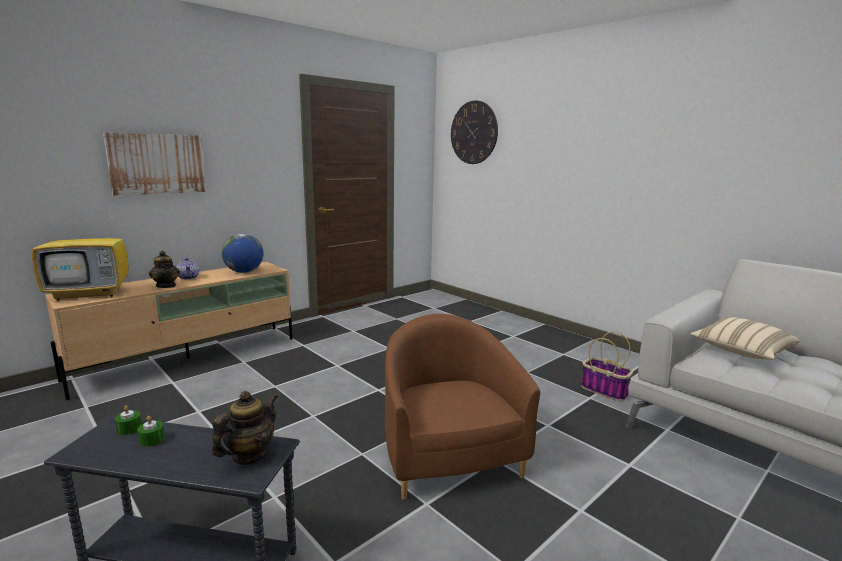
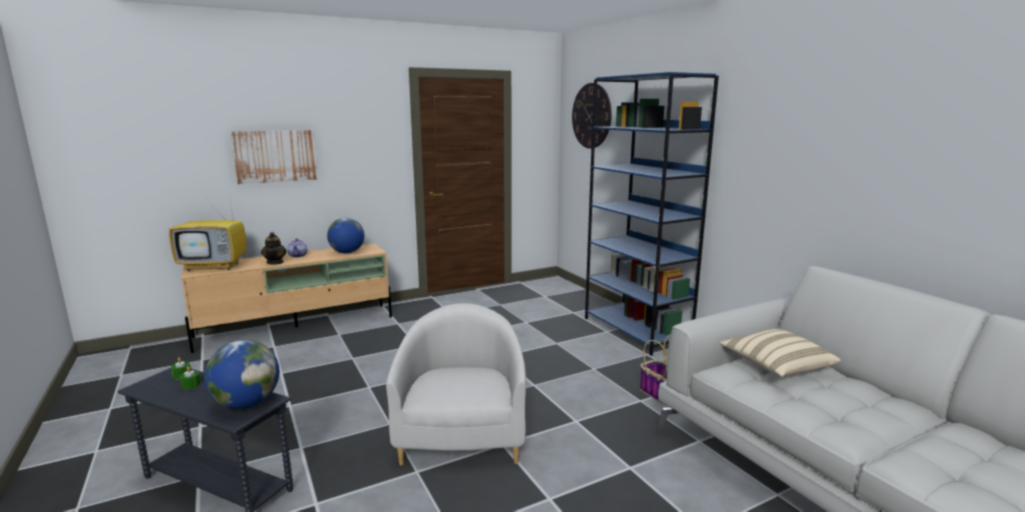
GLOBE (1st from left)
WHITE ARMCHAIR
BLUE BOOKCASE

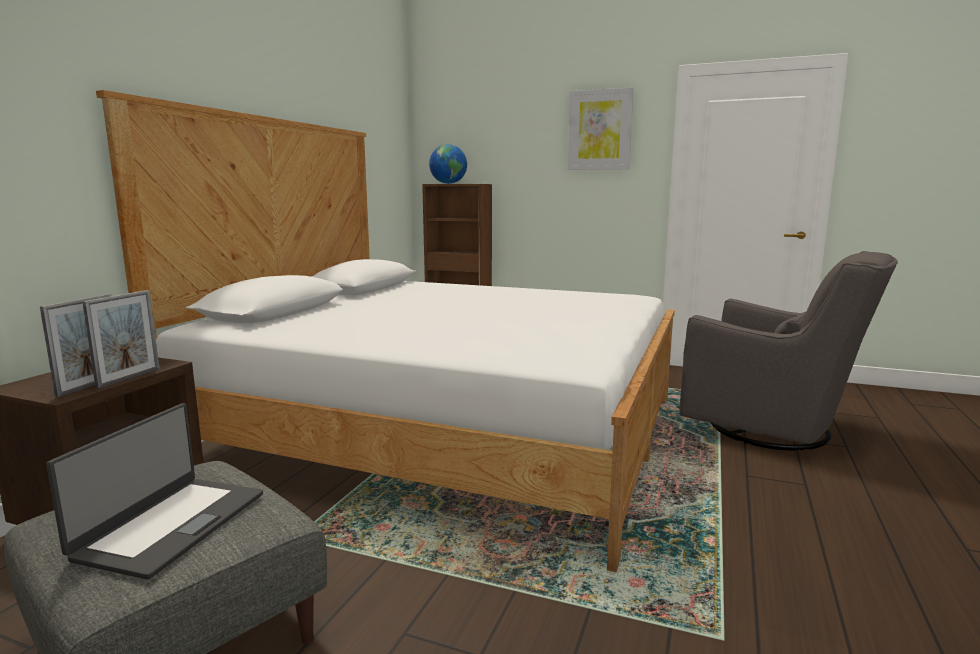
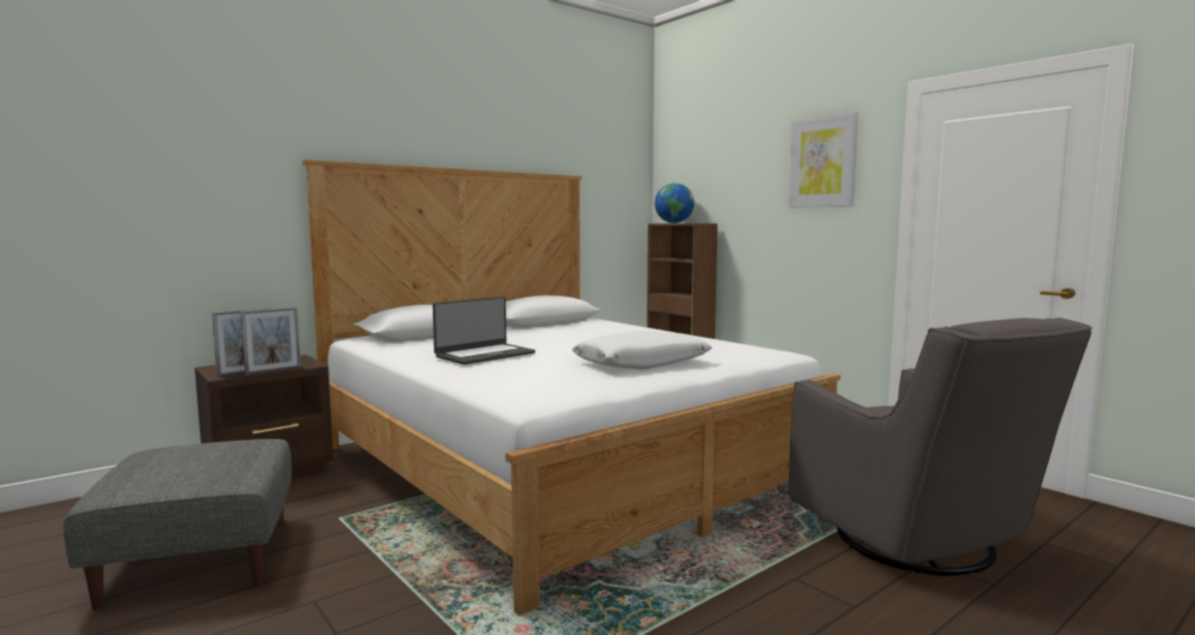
LAPTOP
WHITE PILLOW

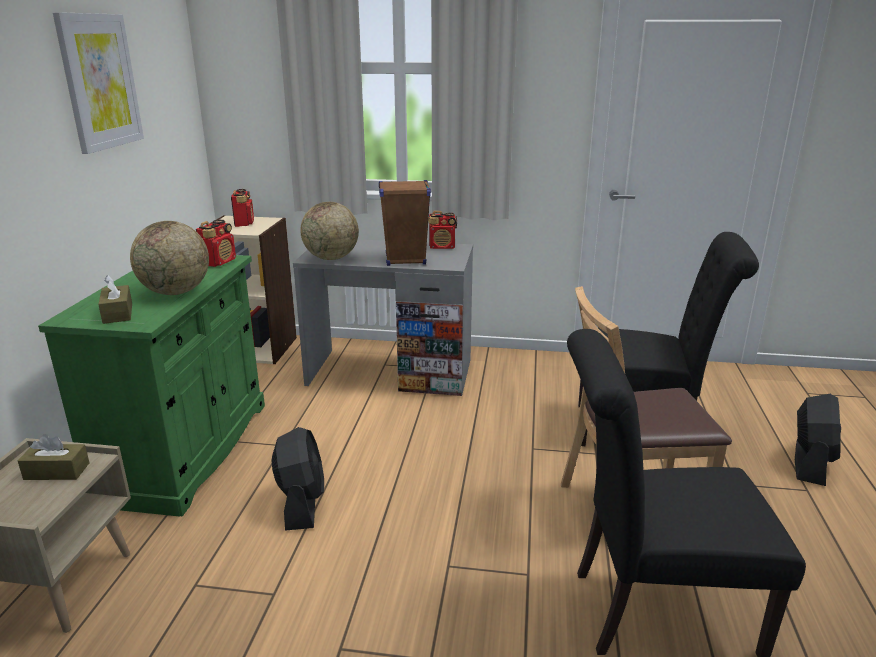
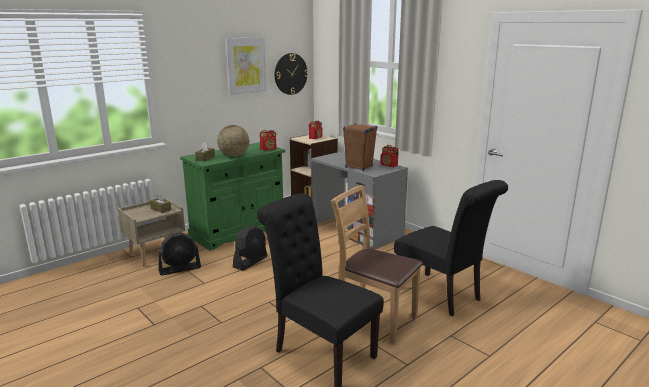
BLACK FAN (1st from left)
WALL CLOCK
GLOBE (2nd from left in the first image)

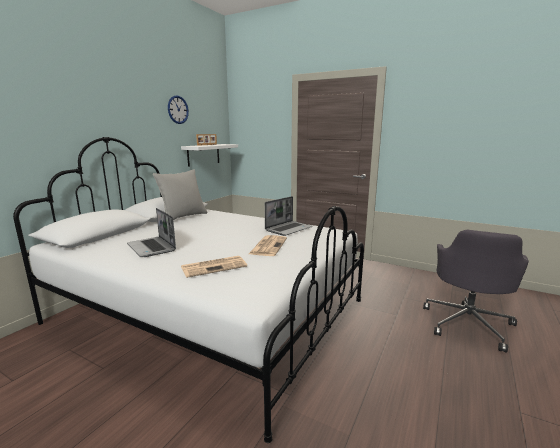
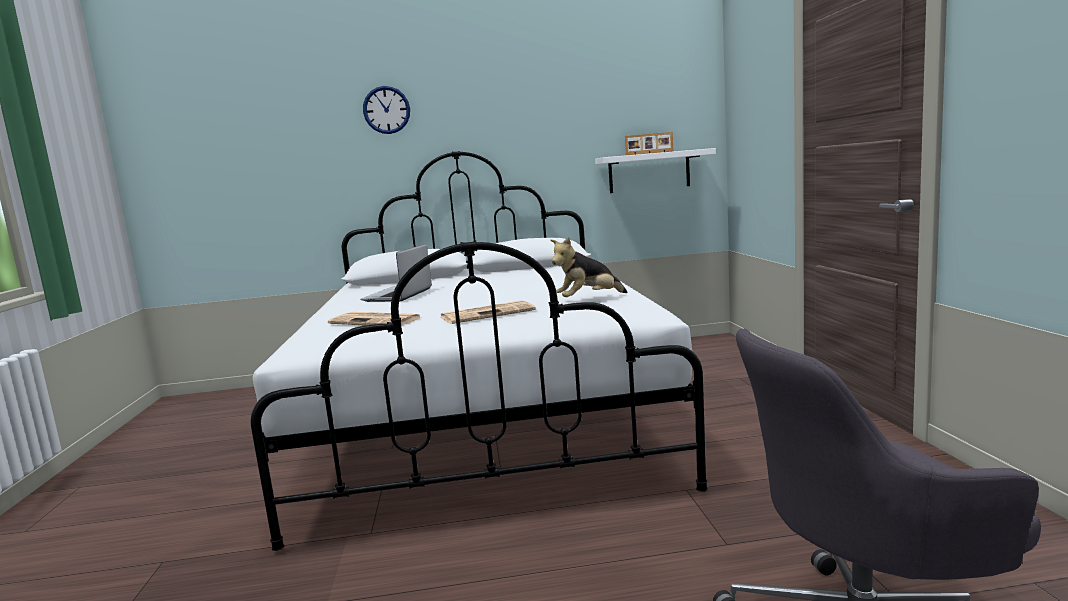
WALL CLOCK
PLUSH TOY
GREY PILLOW

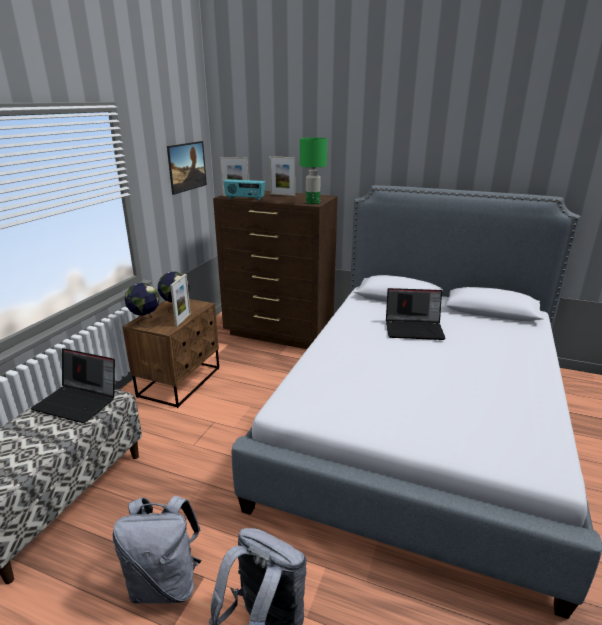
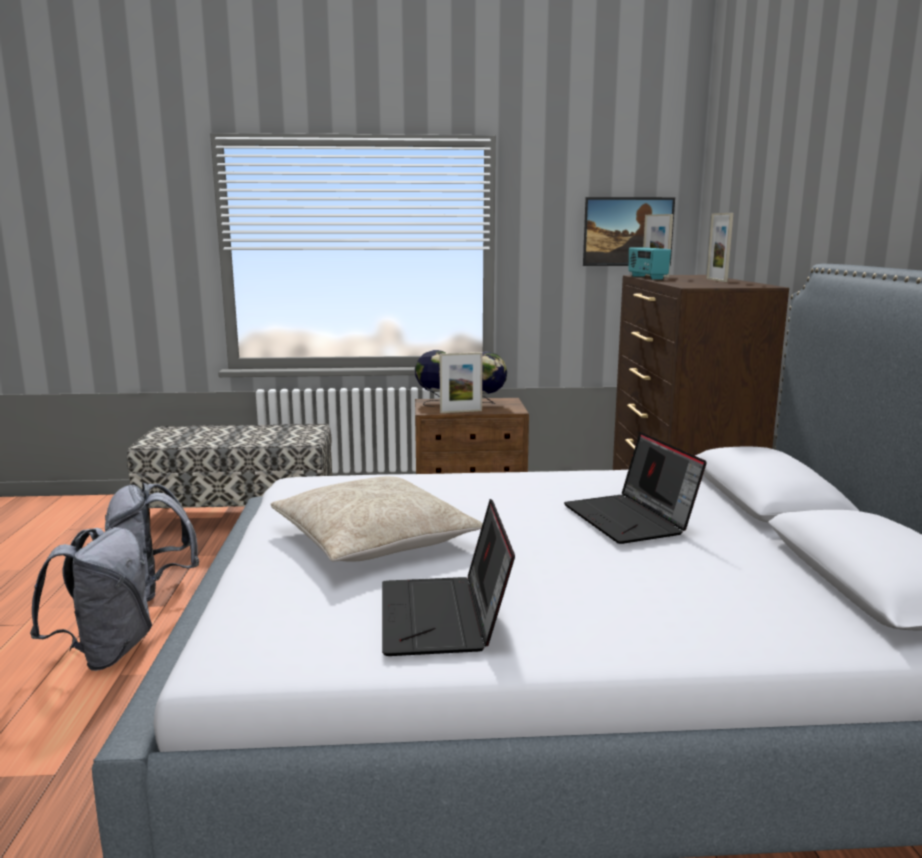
BEIGE PILLOW
LAPTOP (1st from left)
GREEN TABLE LAMP

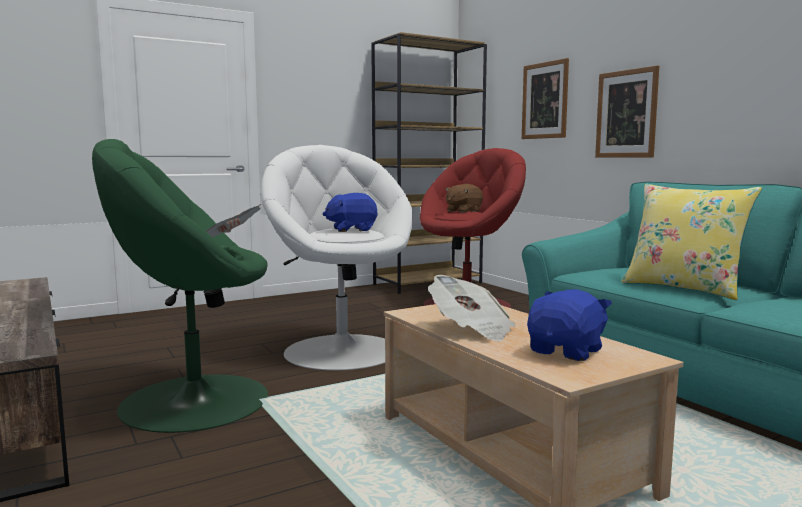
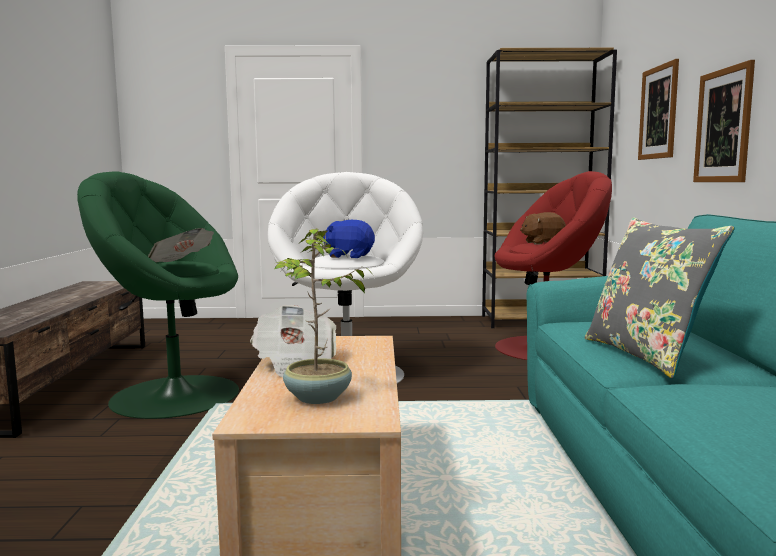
POTTED PLANT
GREY PILLOW

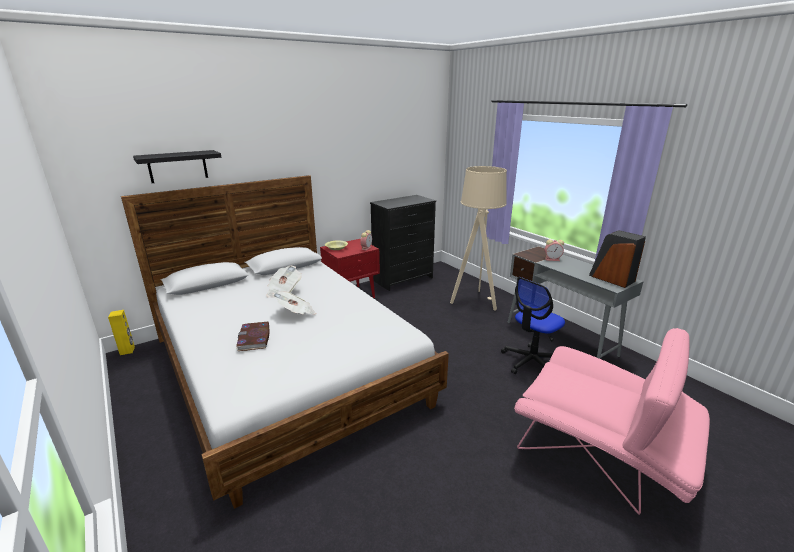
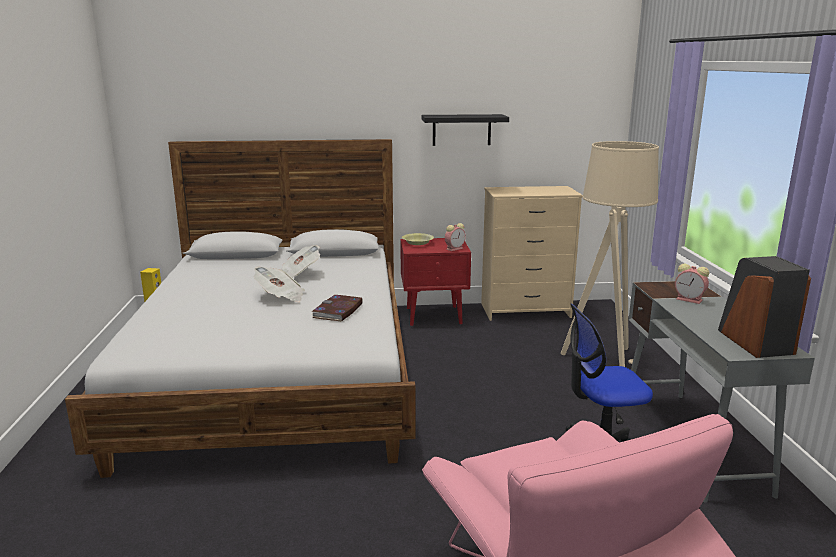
BOOK
BLACK SHELF
BEIGE DRESSER

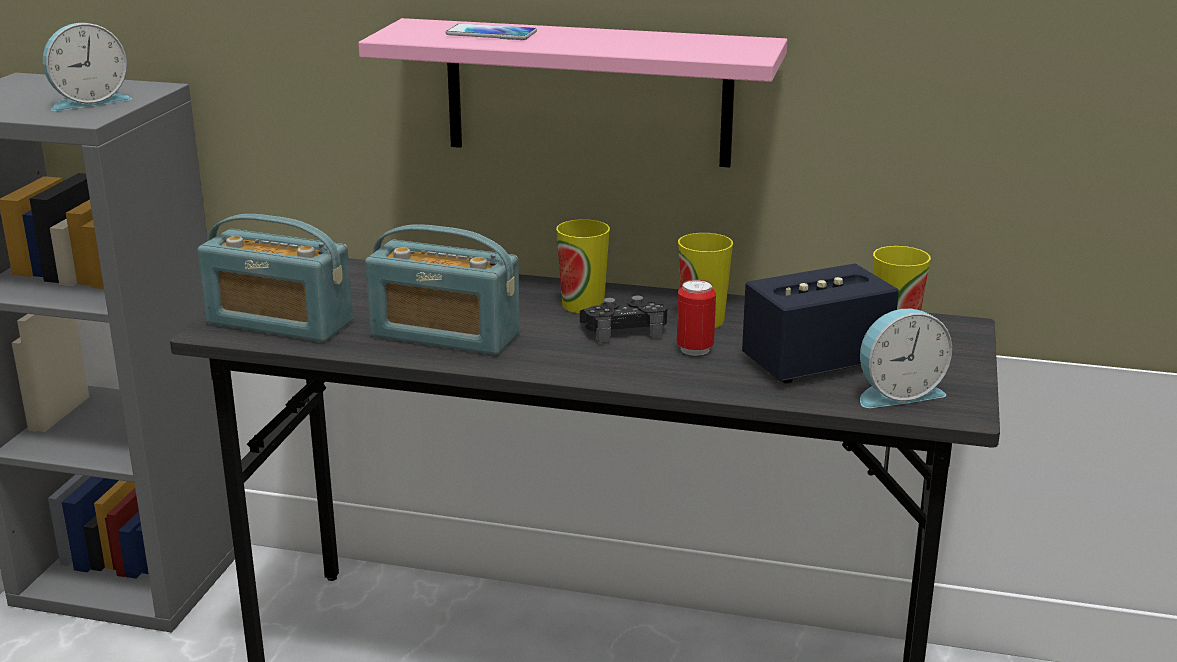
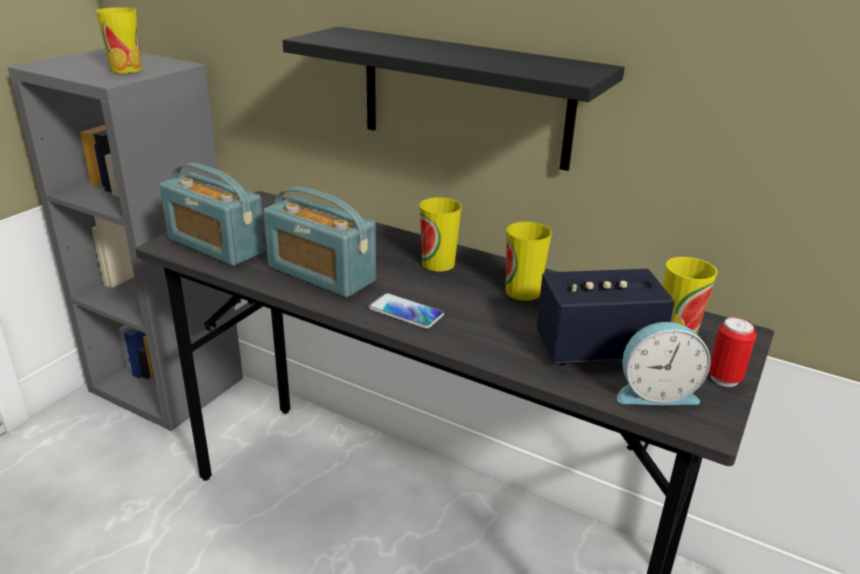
CUP (1st from left)
BLACK SHELF
PHONE
CAN
BLACK GAME CONTROLLER

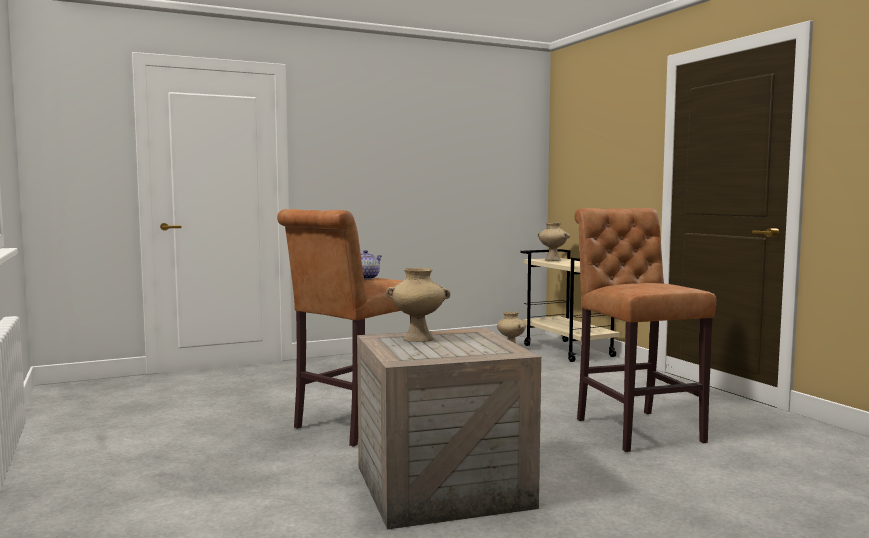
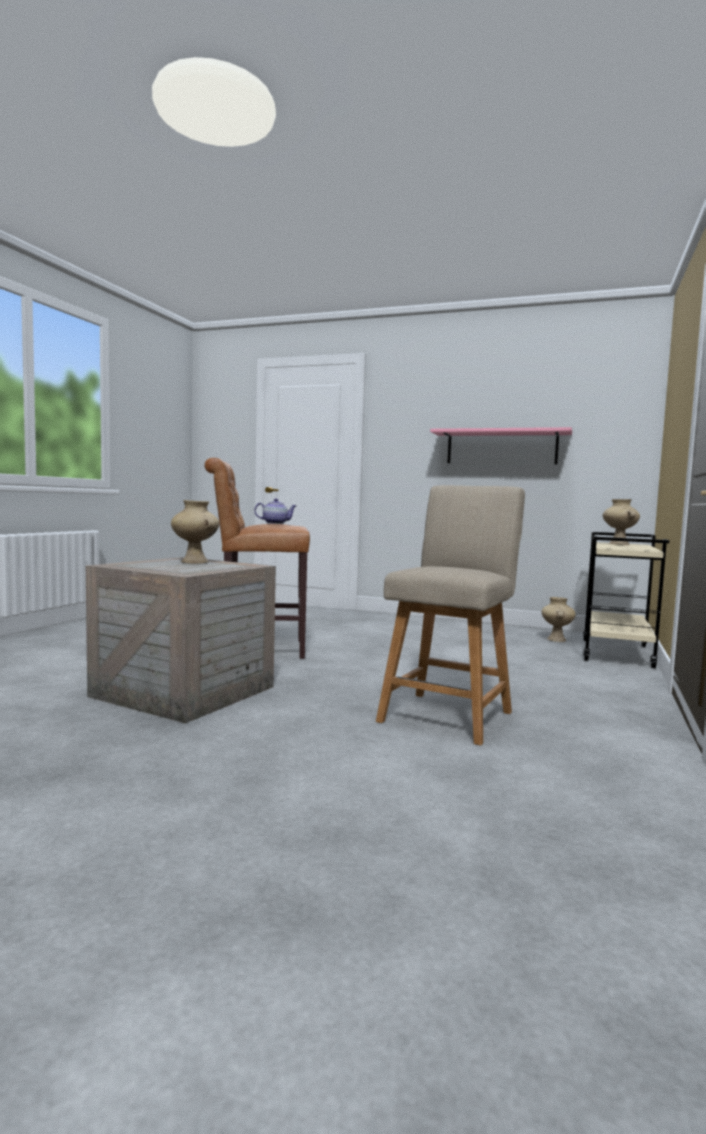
BEIGE CHAIR
PINK SHELF

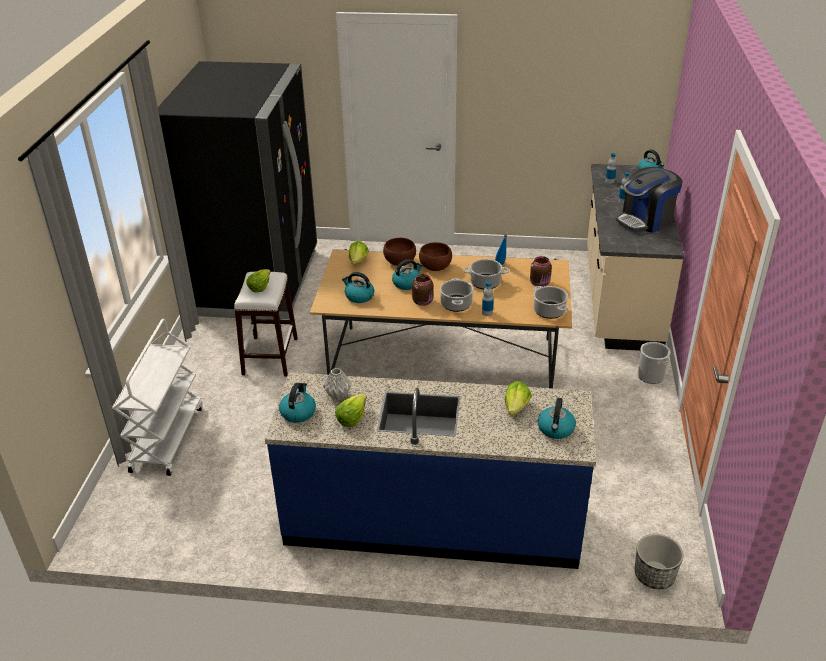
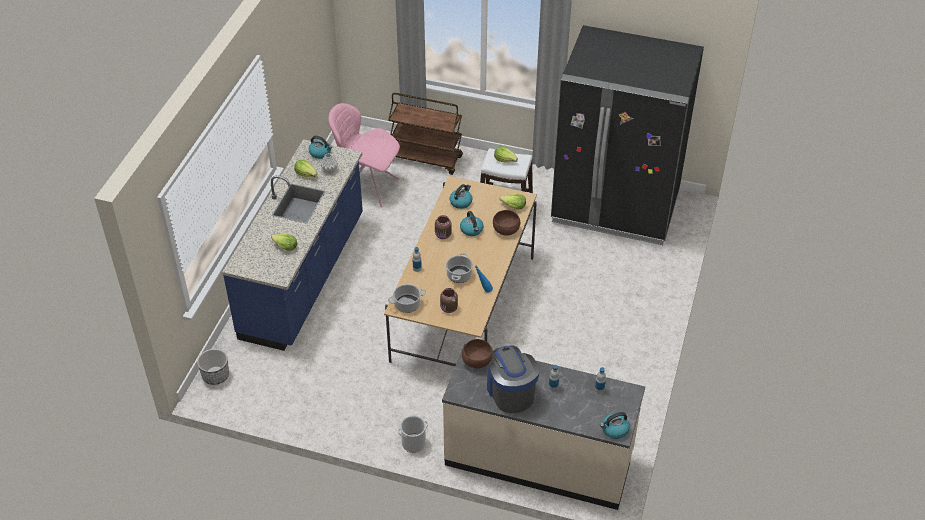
PINK CHAIR
BROWN CART
BROWN BOWL (1st from left)
COOKING POT (1st from left in the first image)
KETTLE (4th from left in the first image)

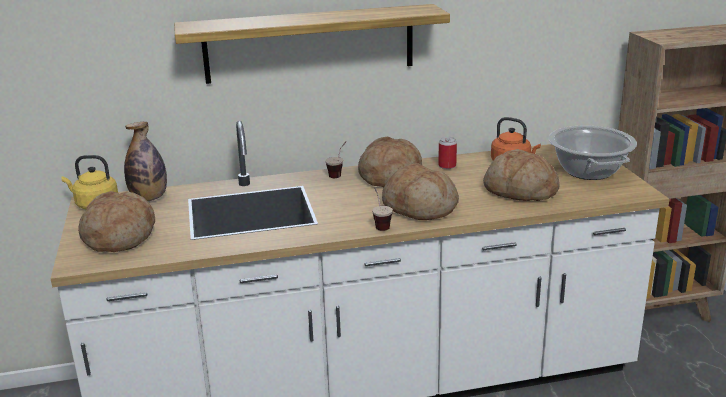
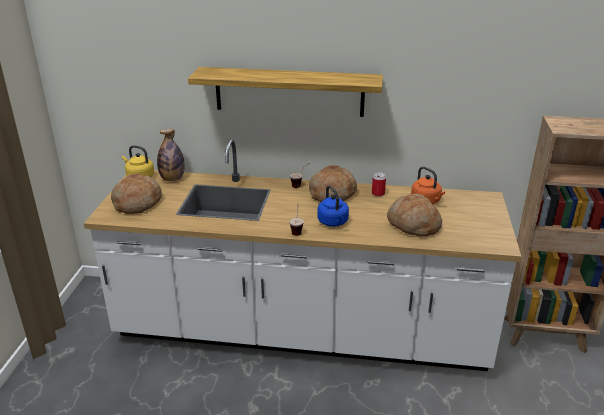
BLUE KETTLE
COOKING POT

